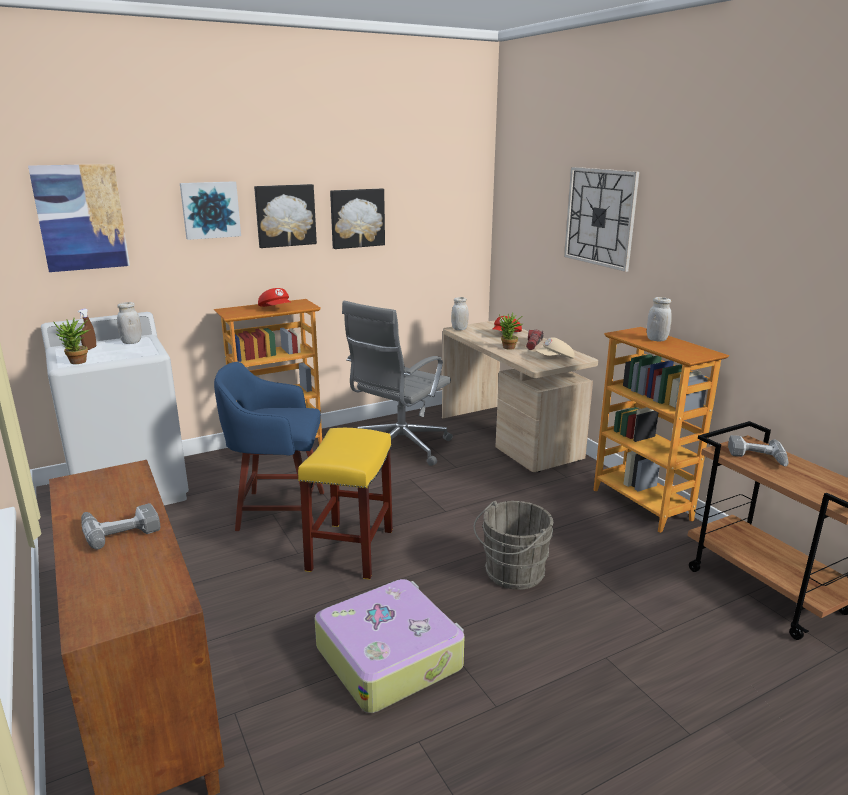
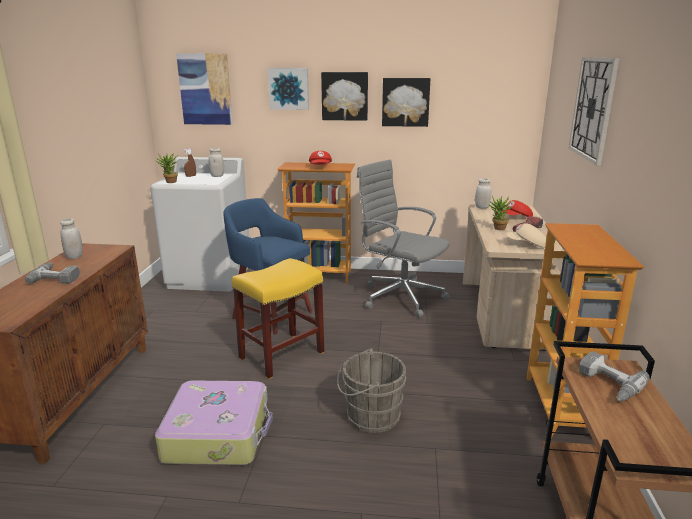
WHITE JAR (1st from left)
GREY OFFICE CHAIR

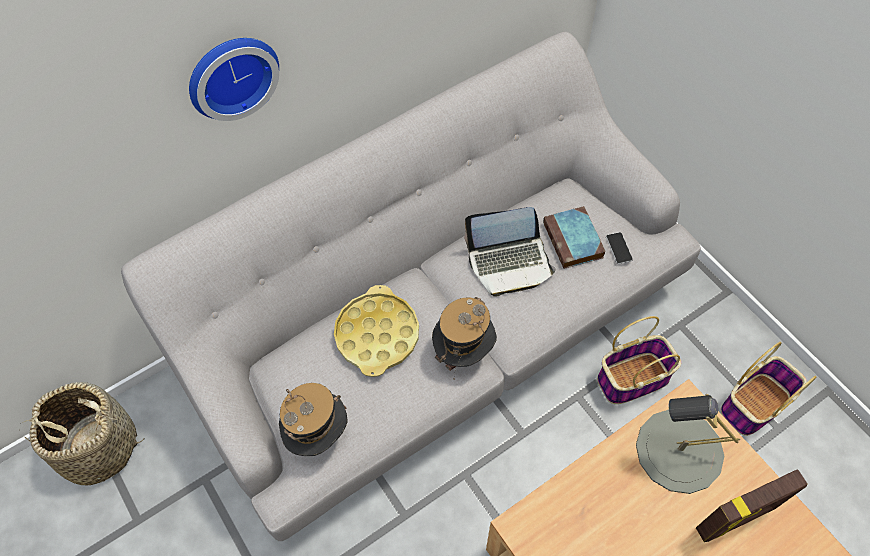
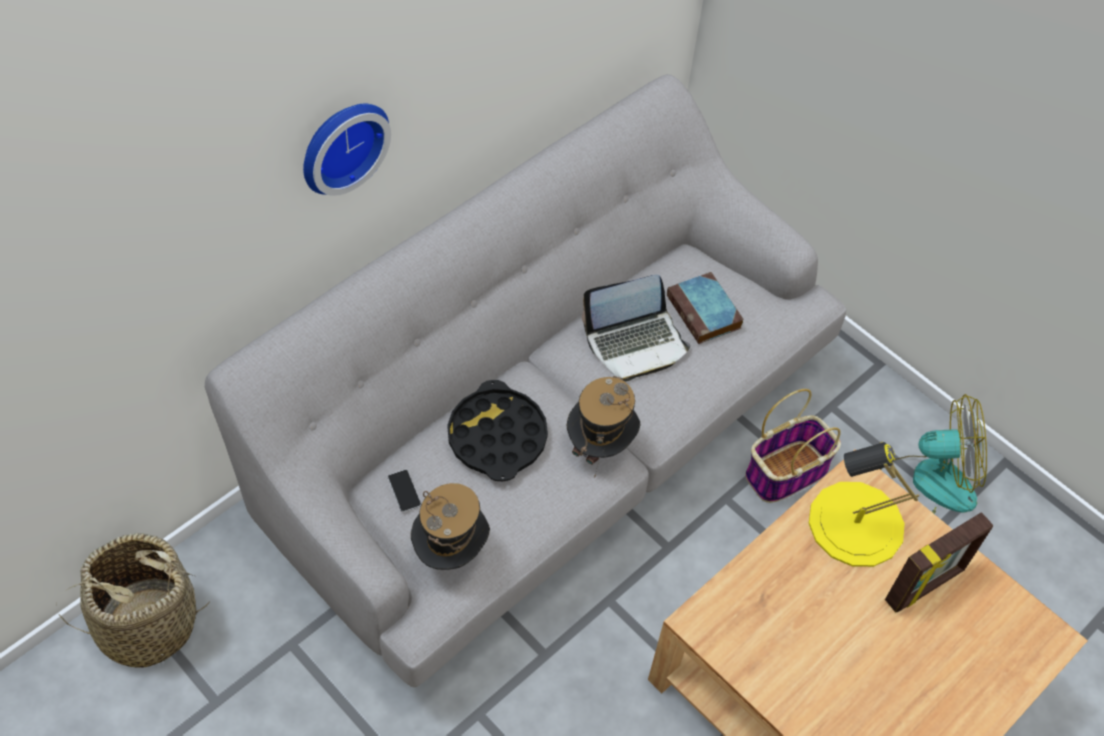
PHONE
BLACK TRAY
YELLOW TABLE LAMP
FAN

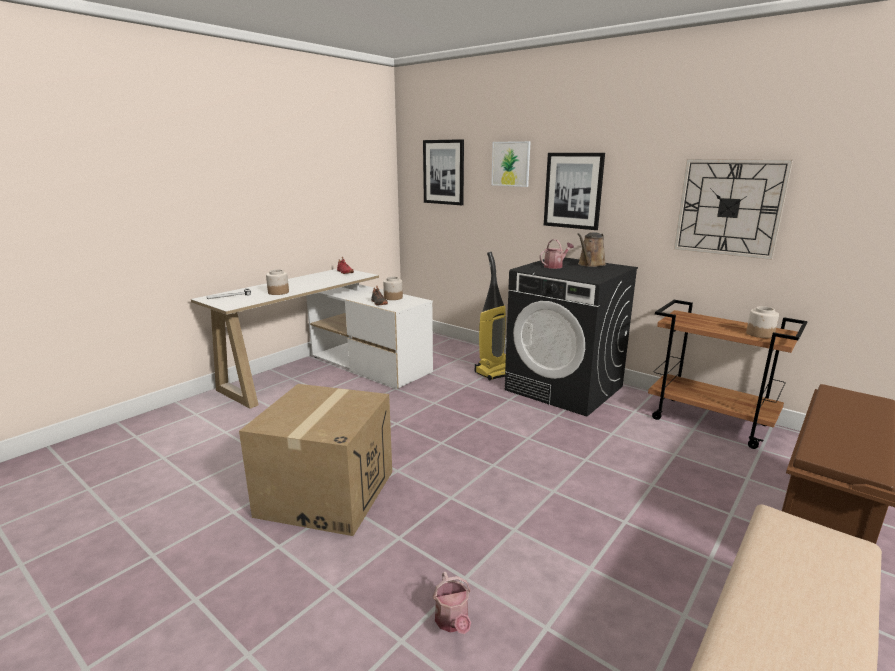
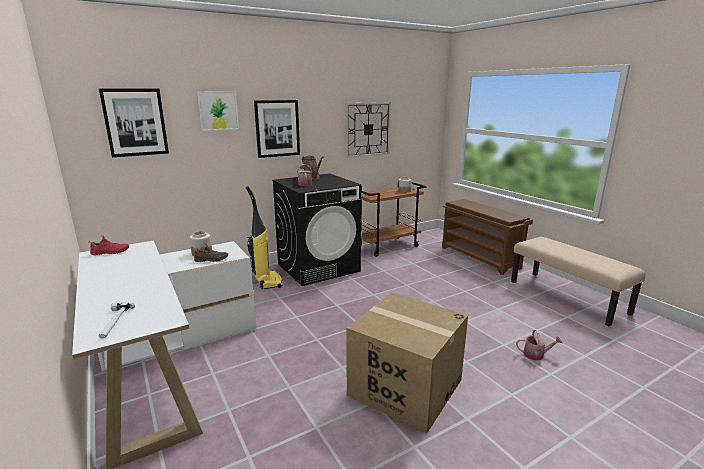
JAR (1st from left in the first image)

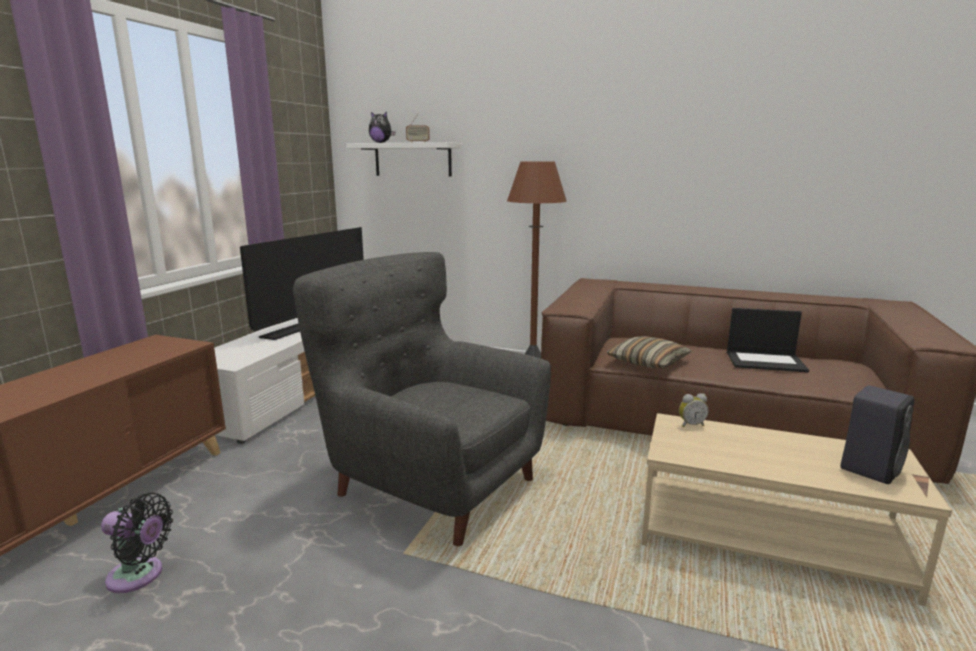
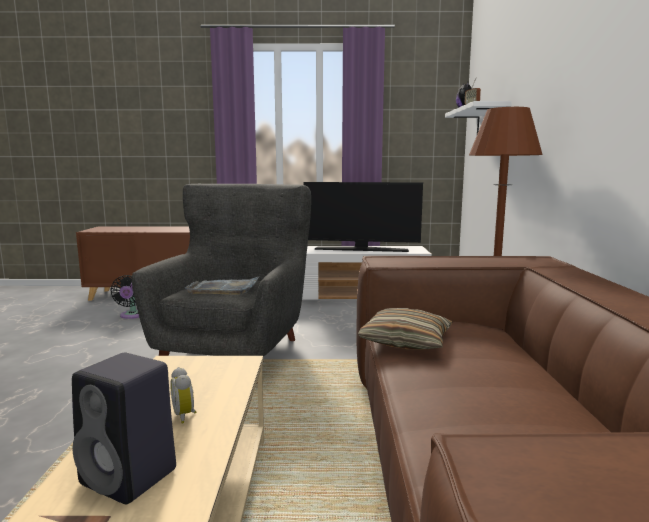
ALARM CLOCK
GREY TRAY
LAPTOP

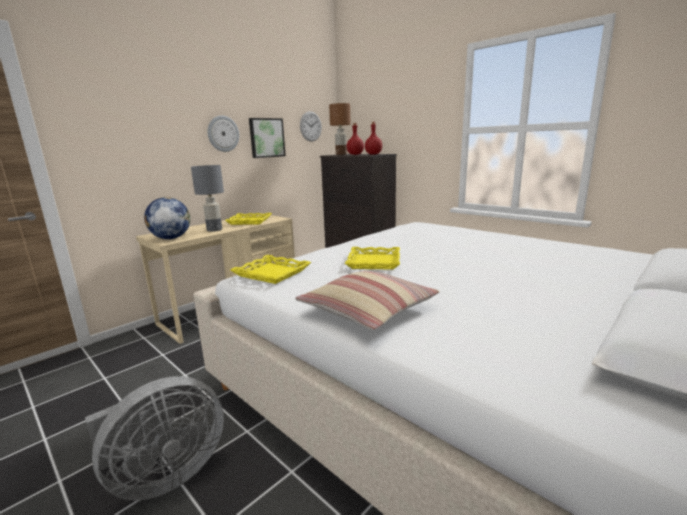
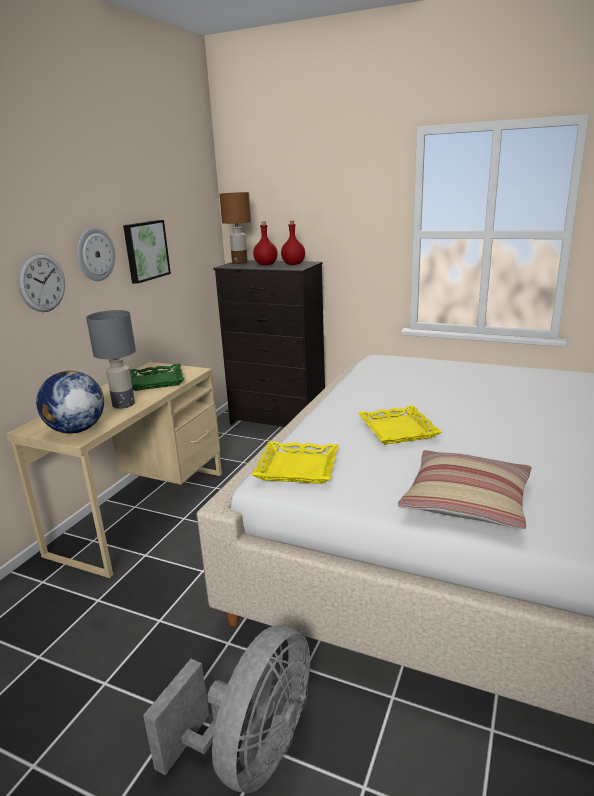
WALL CLOCK (1st from left)
GREEN TRAY

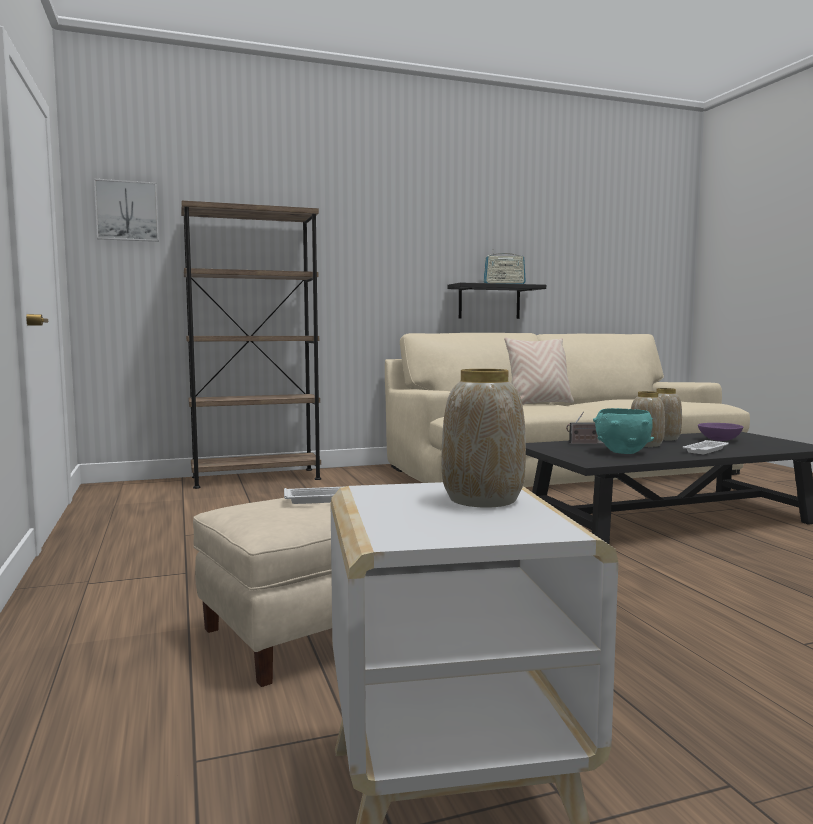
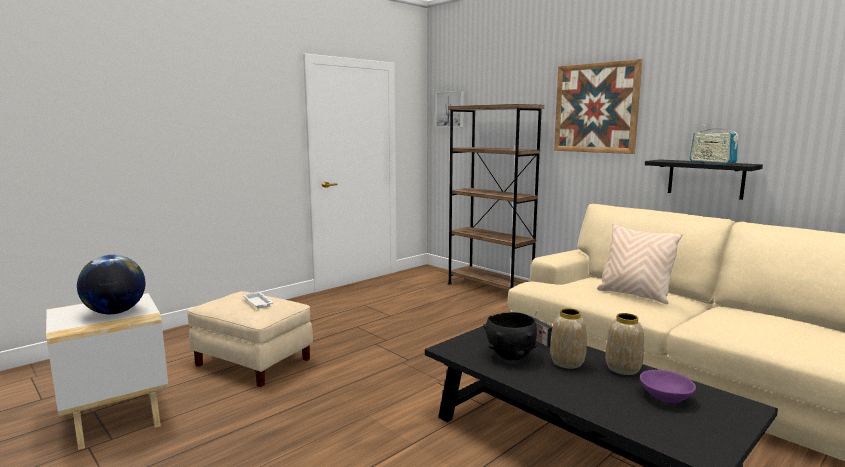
GLOBE
BLACK BOWL
PICTURE (2nd from left)
WHITE TRAY (2nd from left in the first image)

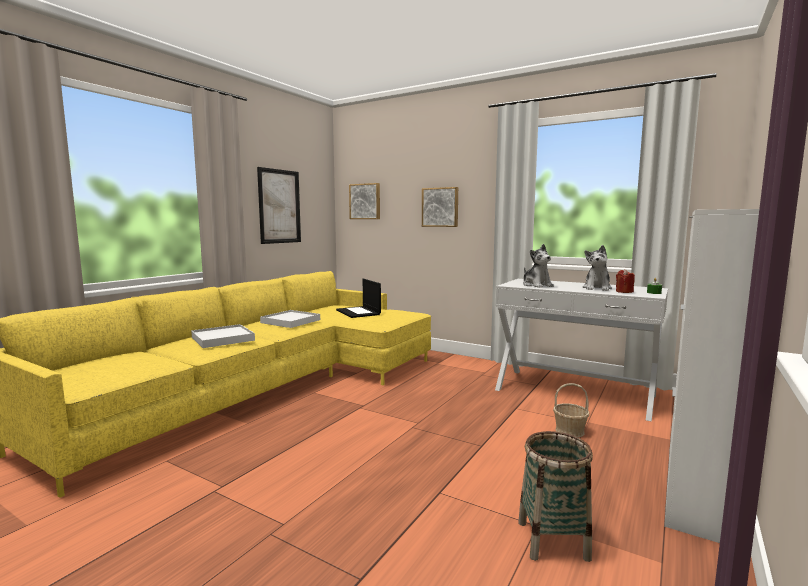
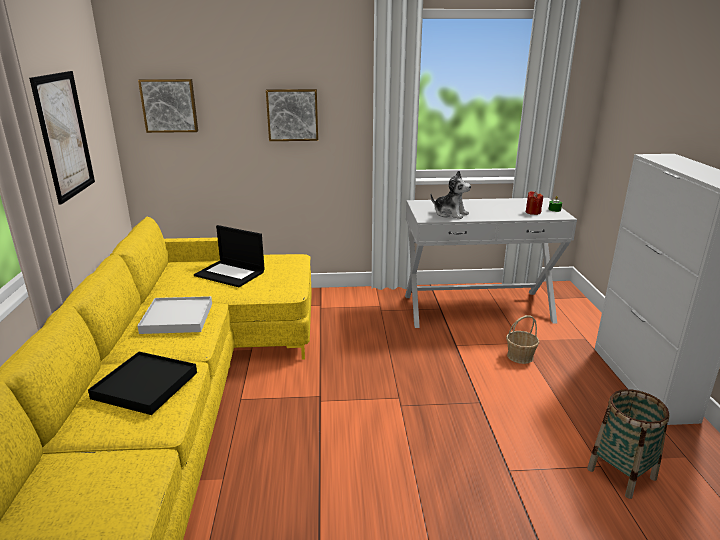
BLACK TRAY
PLUSH TOY (2nd from left in the first image)

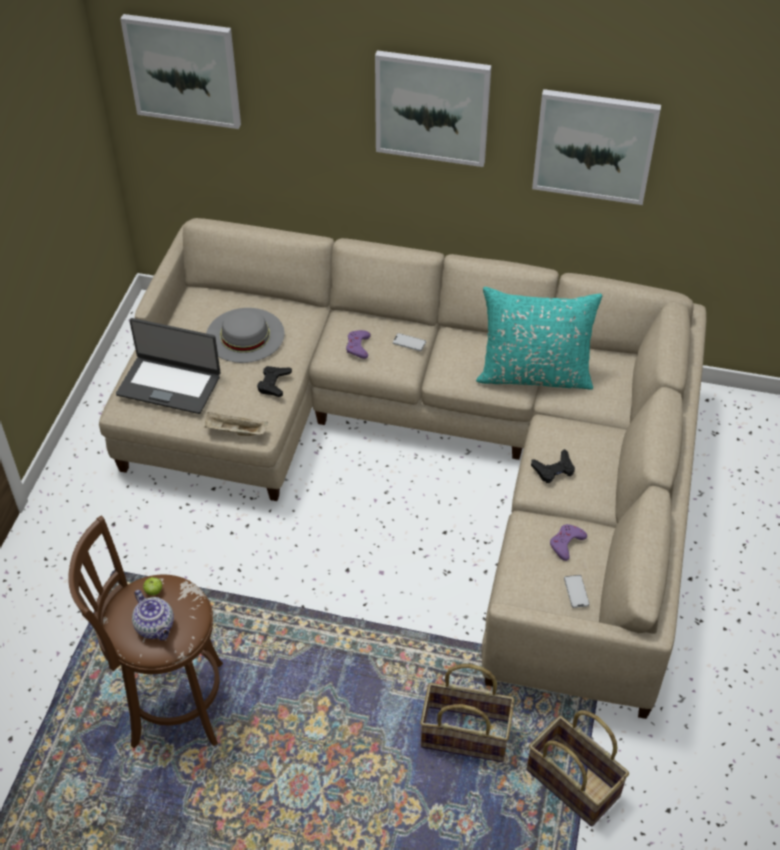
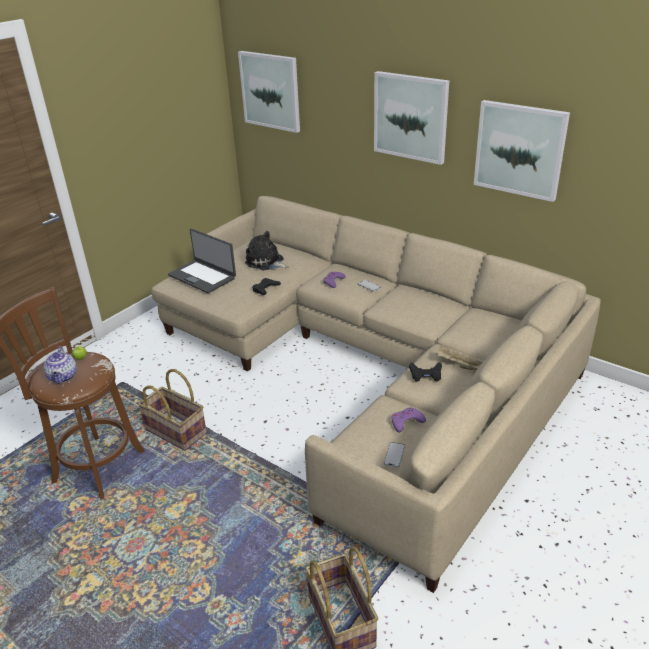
BASKET (1st from left)
PLUSH TOY
BEIGE TRAY
TURQUOISE PILLOW

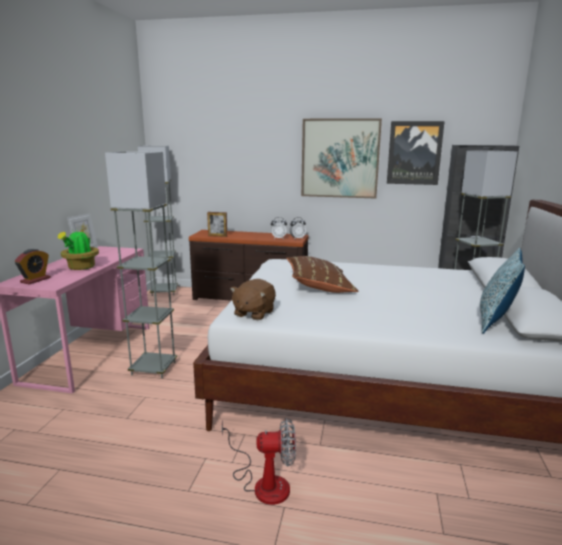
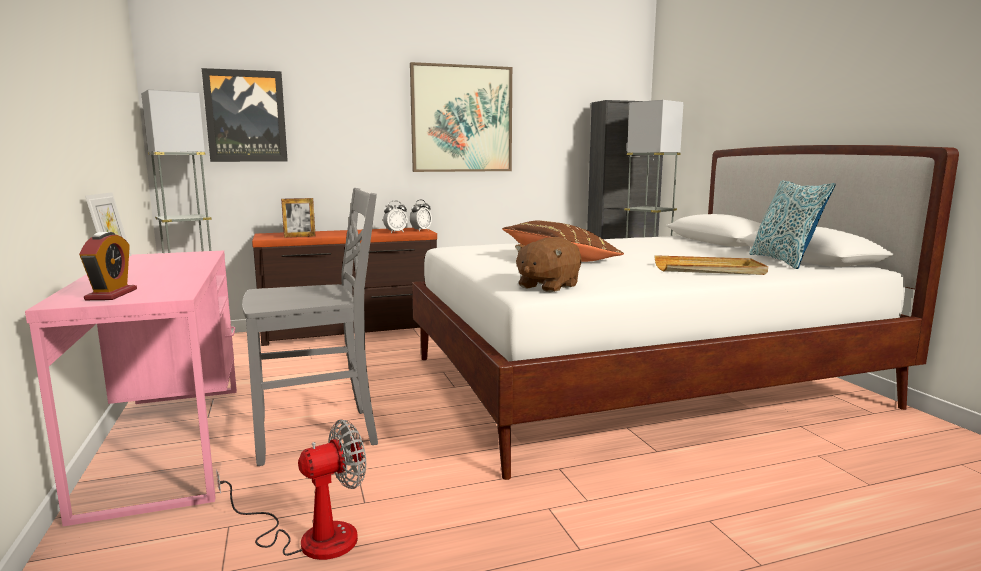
PICTURE (1st from left)
FAN
GREY CHAIR
BROWN PLUSH TOY
BEIGE TRAY
POTTED PLANT

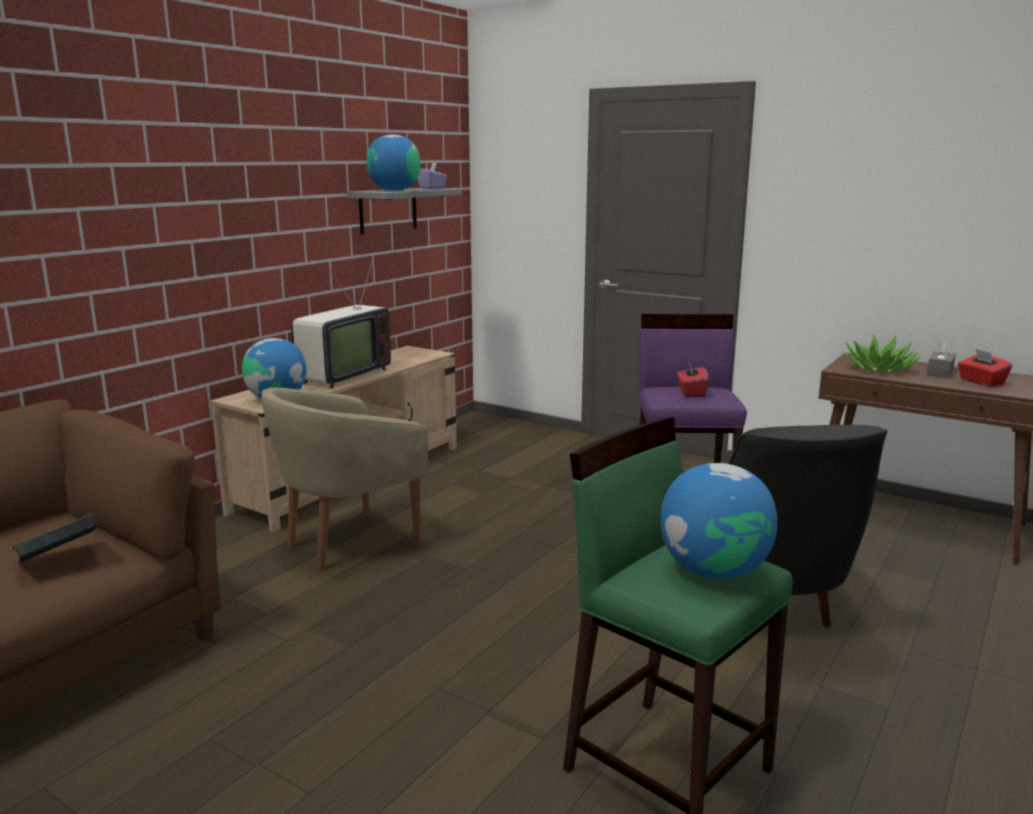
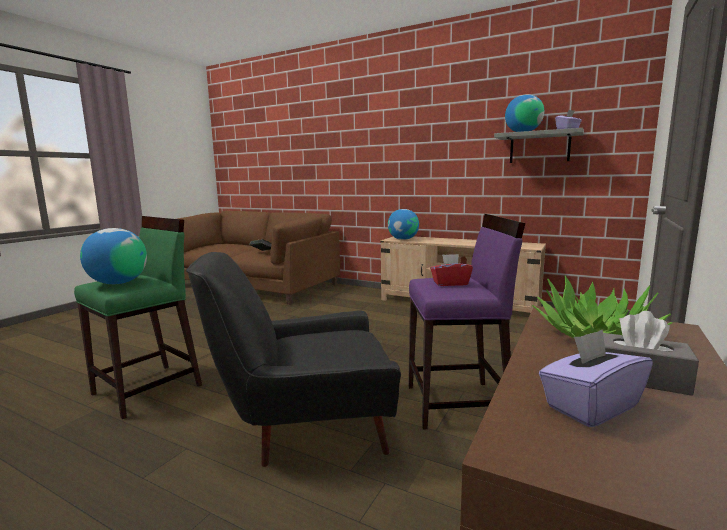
PURPLE TISSUE BOX (2nd from left)
BEIGE ARMCHAIR
TELEVISION

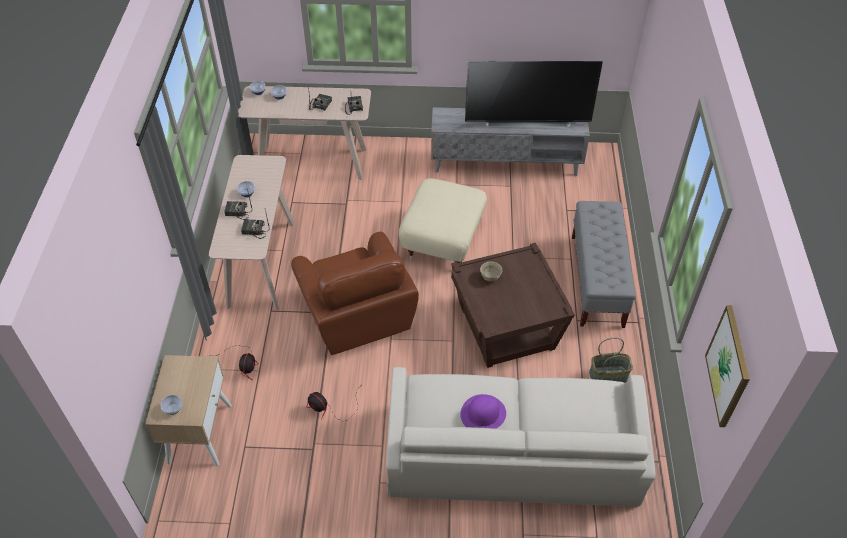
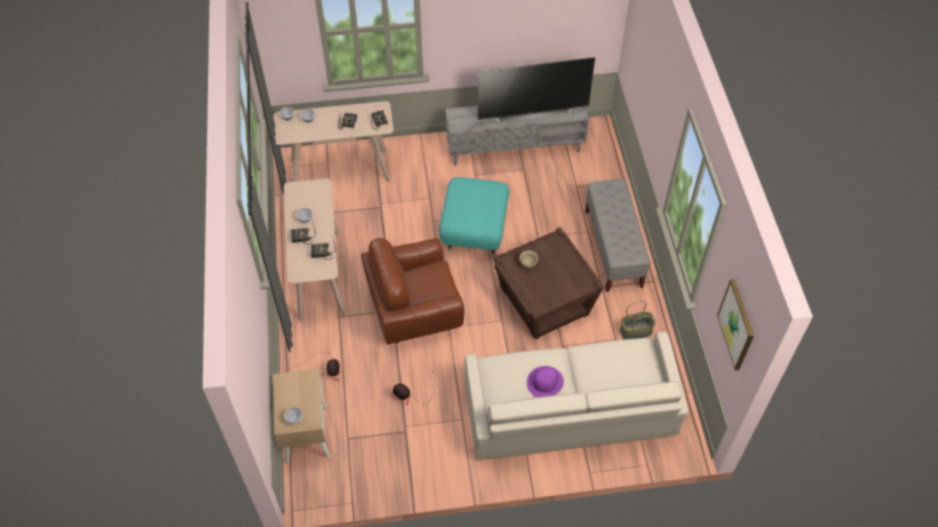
BROWN ARMCHAIR
TURQUOISE OTTOMAN

